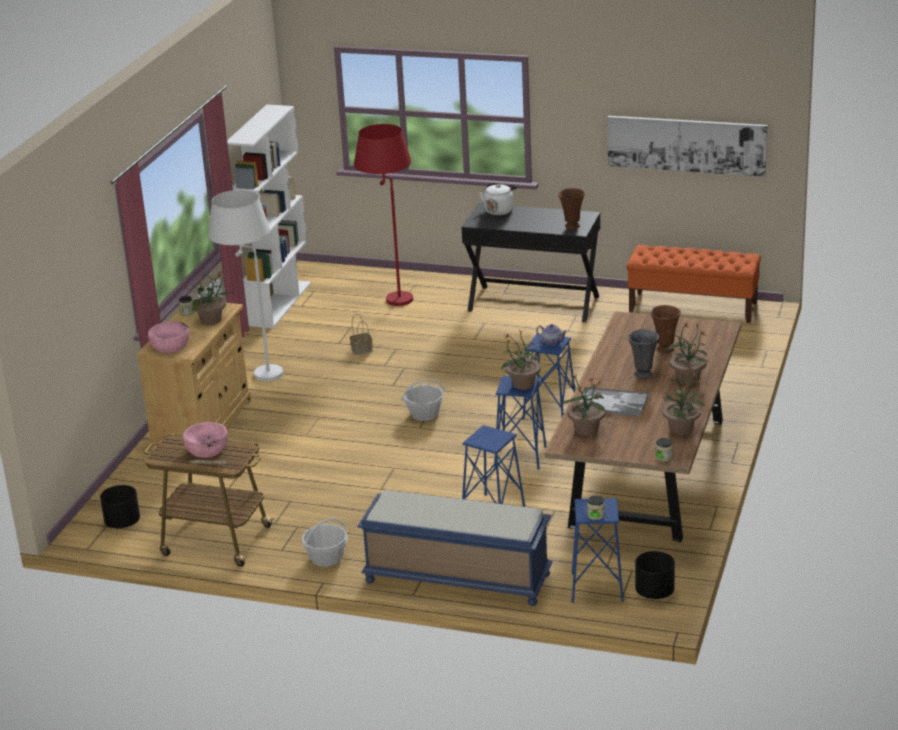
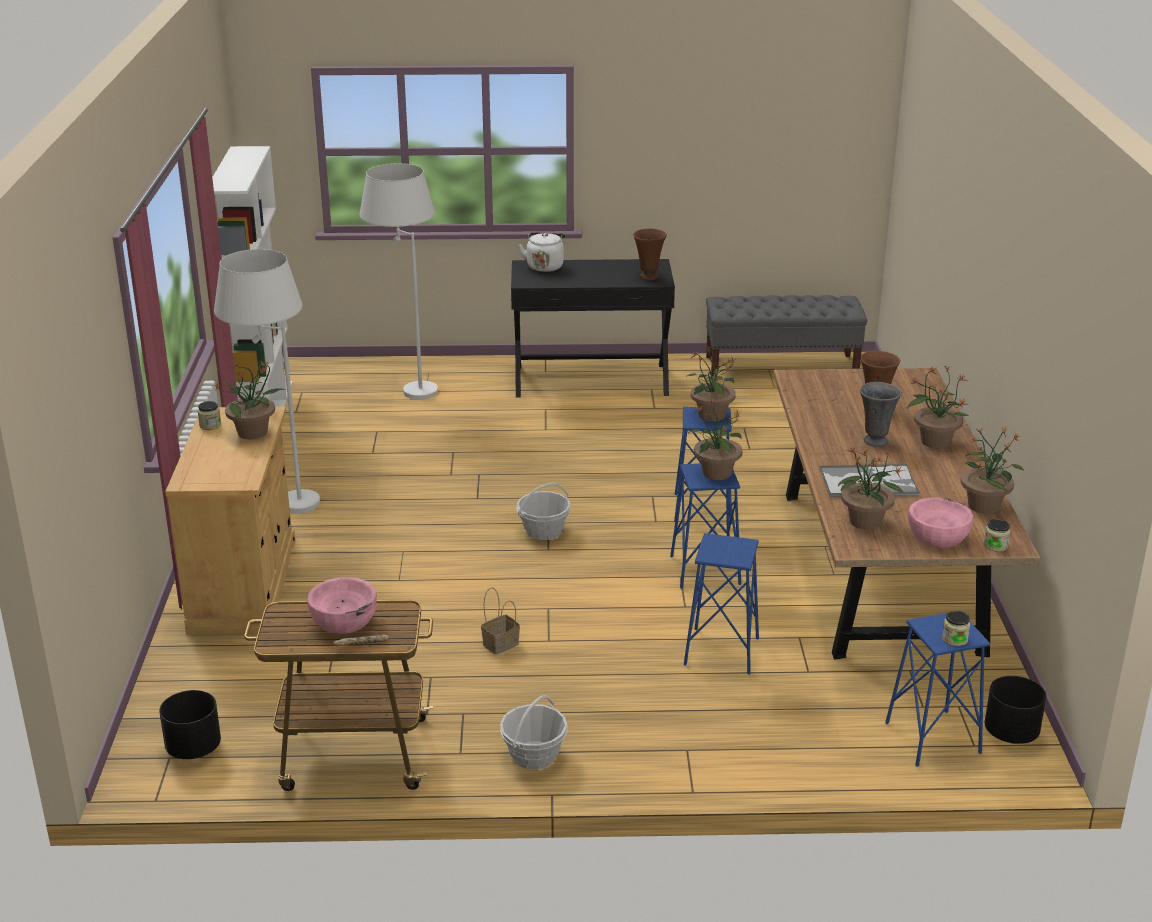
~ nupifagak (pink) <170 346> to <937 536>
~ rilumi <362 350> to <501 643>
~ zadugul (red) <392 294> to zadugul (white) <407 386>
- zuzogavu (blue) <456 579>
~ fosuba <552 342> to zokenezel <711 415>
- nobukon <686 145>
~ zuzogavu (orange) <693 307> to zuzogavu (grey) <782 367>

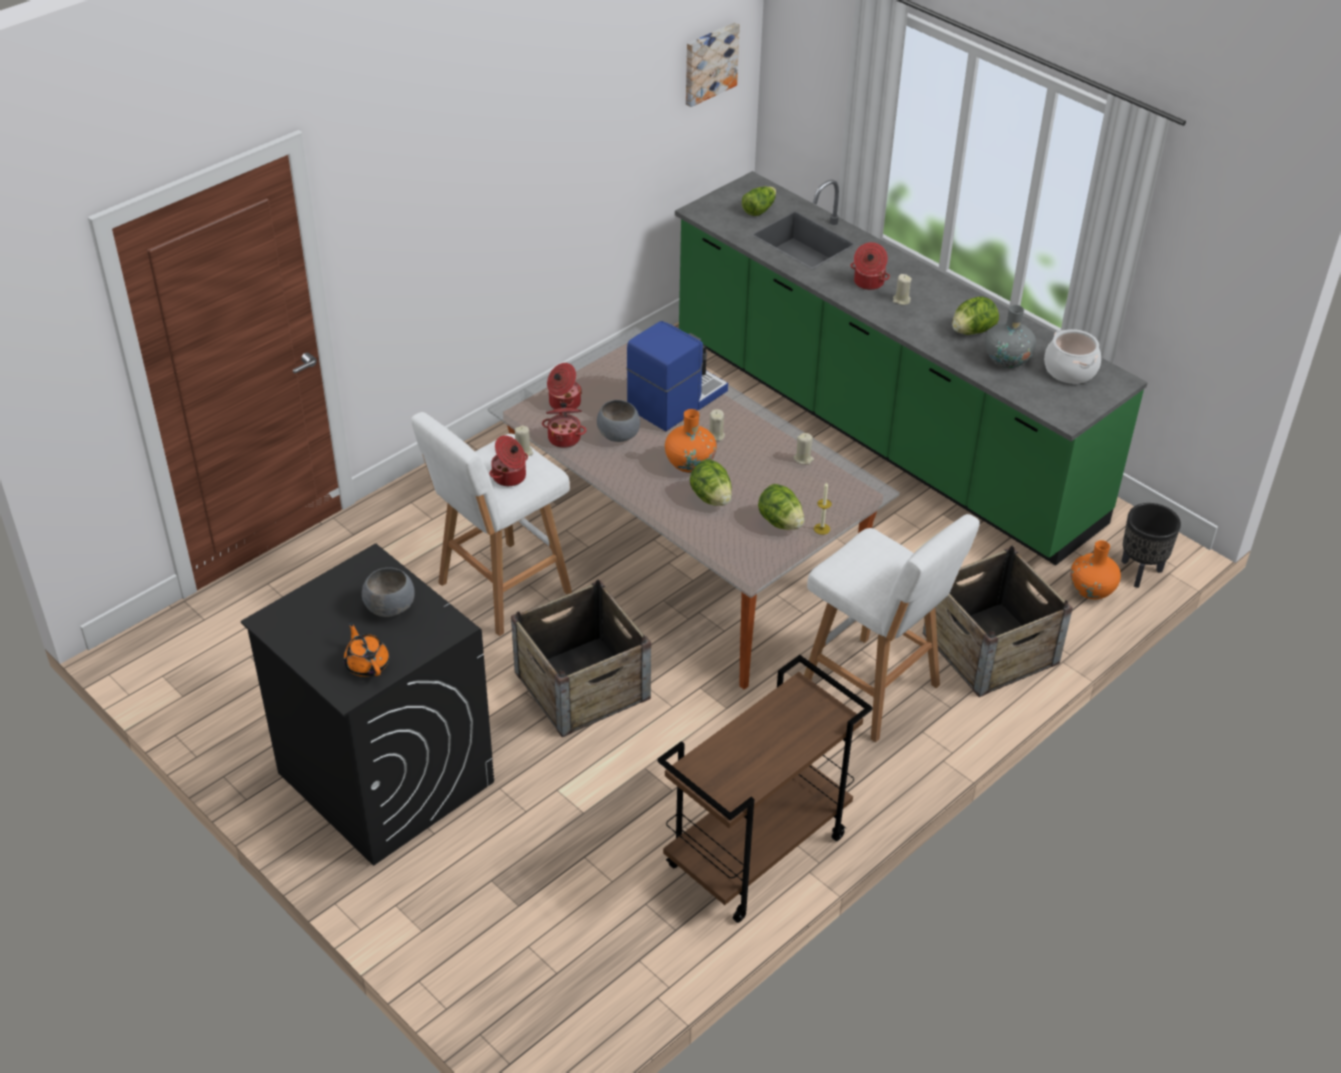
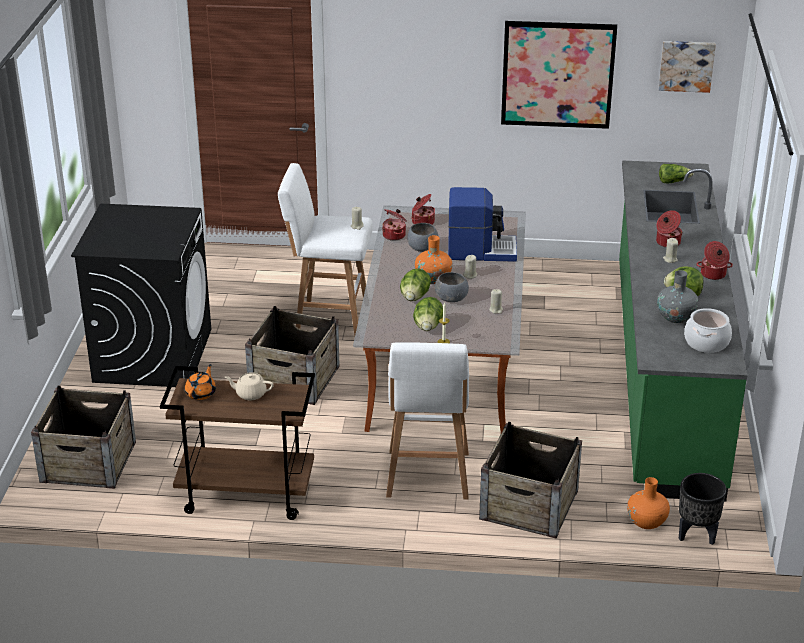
~ fosuba (orange) <367 664> to <201 393>
~ nupifagak (grey) <391 607> to <452 298>
~ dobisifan <510 477> to <713 274>
+ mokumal <88 461>
+ fosuba (beige) <250 394>
+ nobukon <557 74>

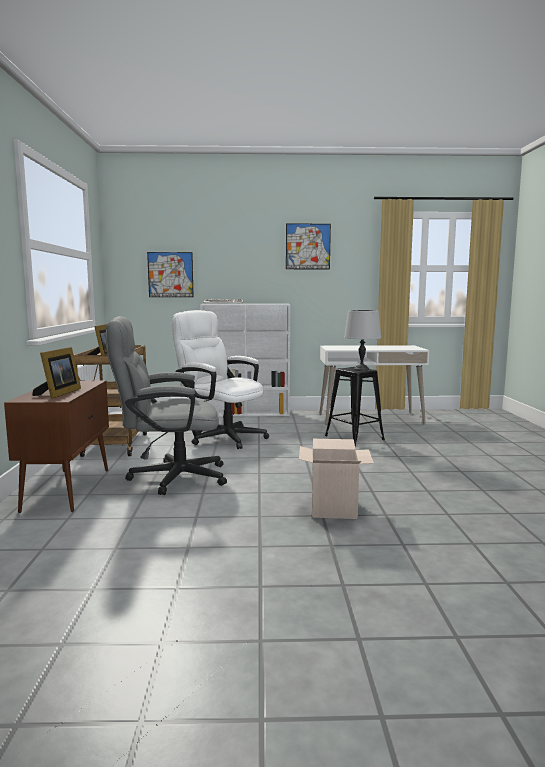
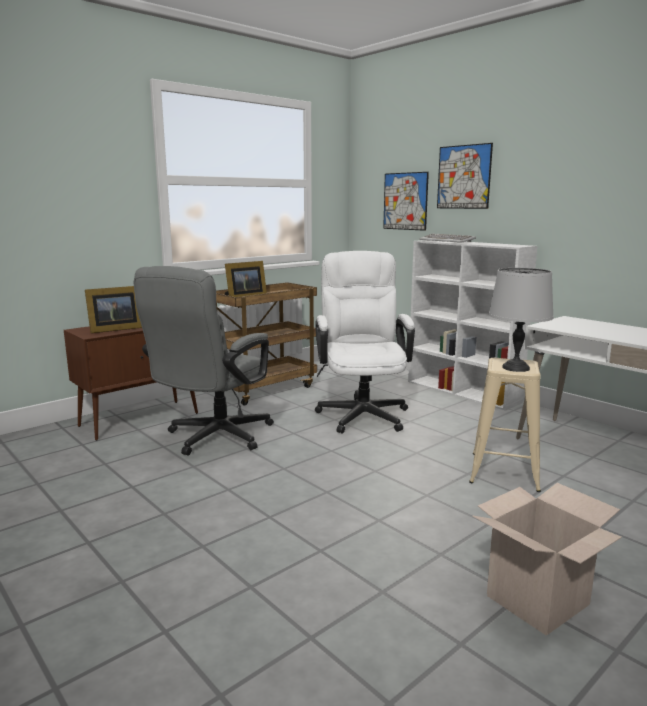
~ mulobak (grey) <168 477> = <213 438> 105 degrees counterclockwise
~ nobukon <308 246> to <463 177>
~ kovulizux <333 508> to <537 600>
~ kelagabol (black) <354 438> to kelagabol (beige) <504 471>

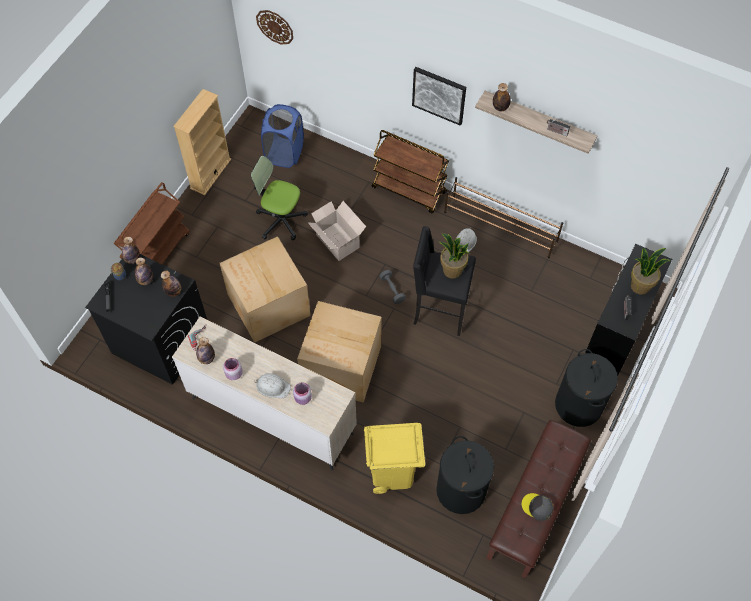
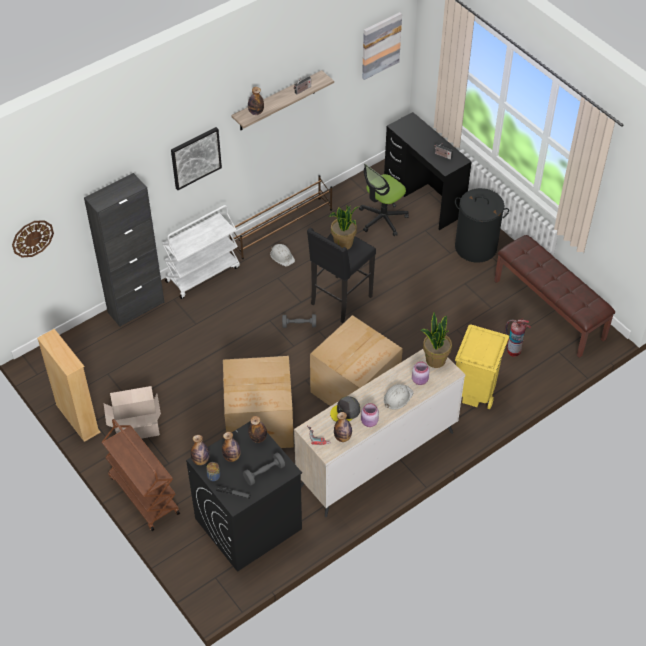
~ mulobak <281 220> to <382 219>
- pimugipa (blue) <284 153>
~ kovulizux <337 240> to <135 427>
~ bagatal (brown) <409 190> to bagatal (white) <203 273>
~ pimugipa (black) <461 490> to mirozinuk <513 350>
~ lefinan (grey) <537 507> to <345 411>
~ zokenezel <640 285> to <435 360>
+ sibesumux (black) <136 307>
+ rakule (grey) <264 473>
+ nobukon <380 45>

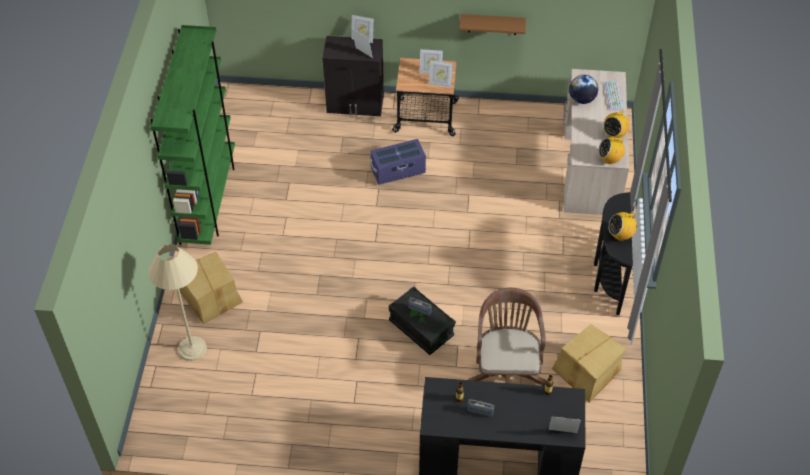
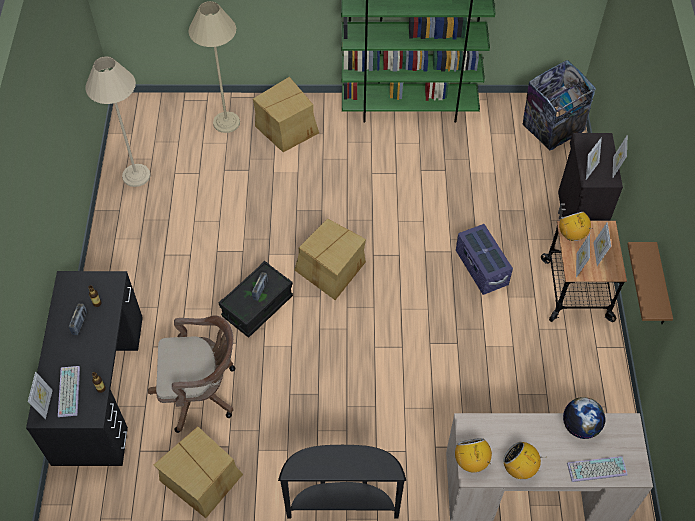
~ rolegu <620 235> to <572 235>
+ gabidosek <68 391>
+ zadugul (beige) <136 175>
+ kovulizux <330 269>
+ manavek <551 129>

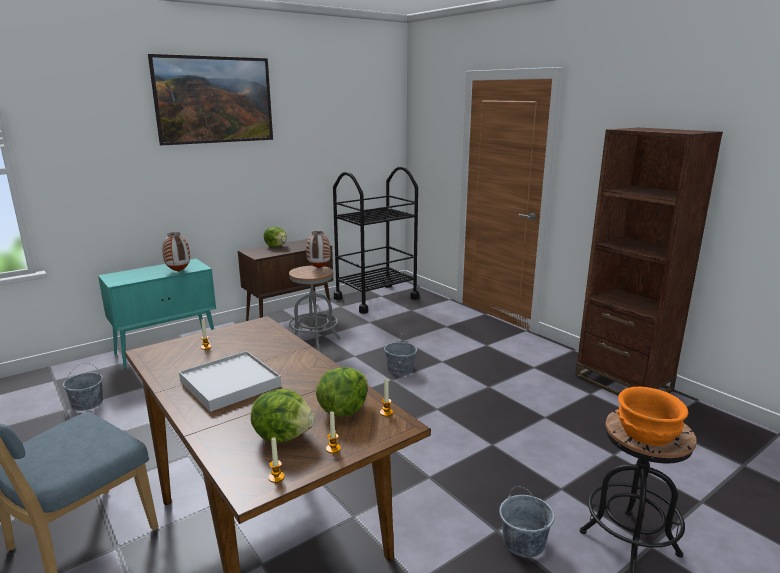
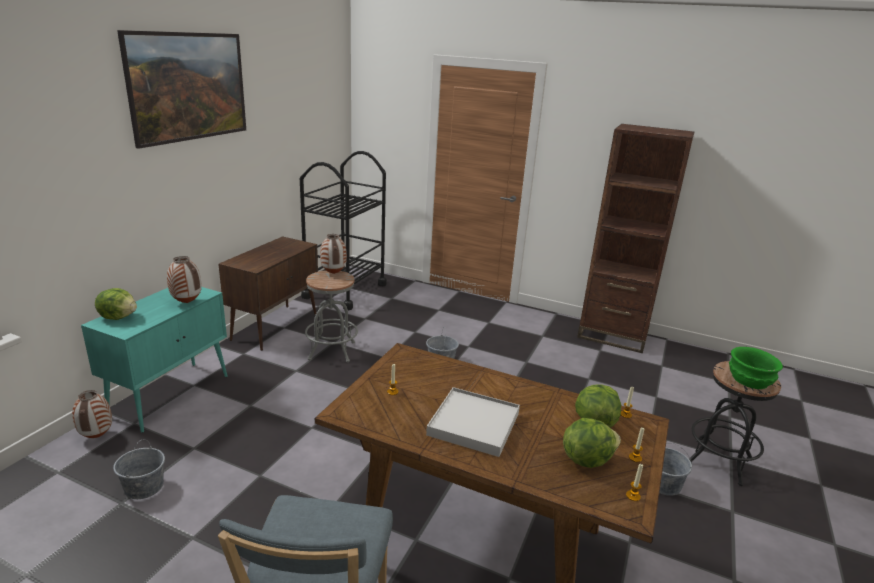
~ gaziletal <276 246> to <119 317>
~ nupifagak (orange) <647 433> to nupifagak (green) <749 380>
+ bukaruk <97 436>

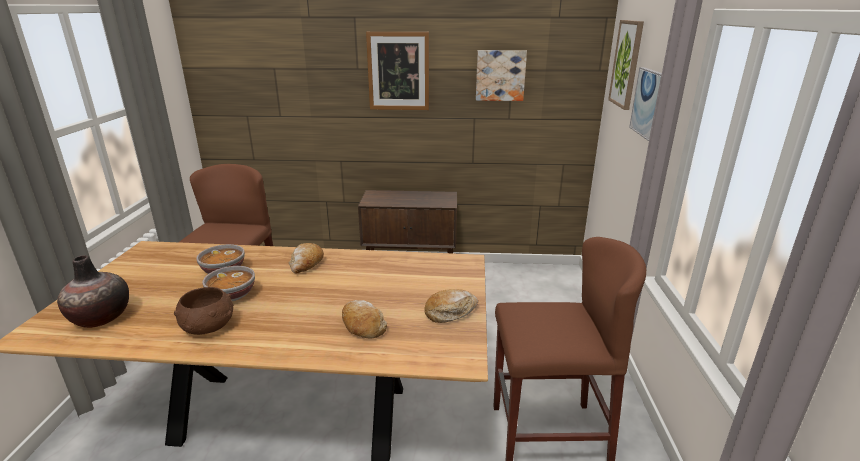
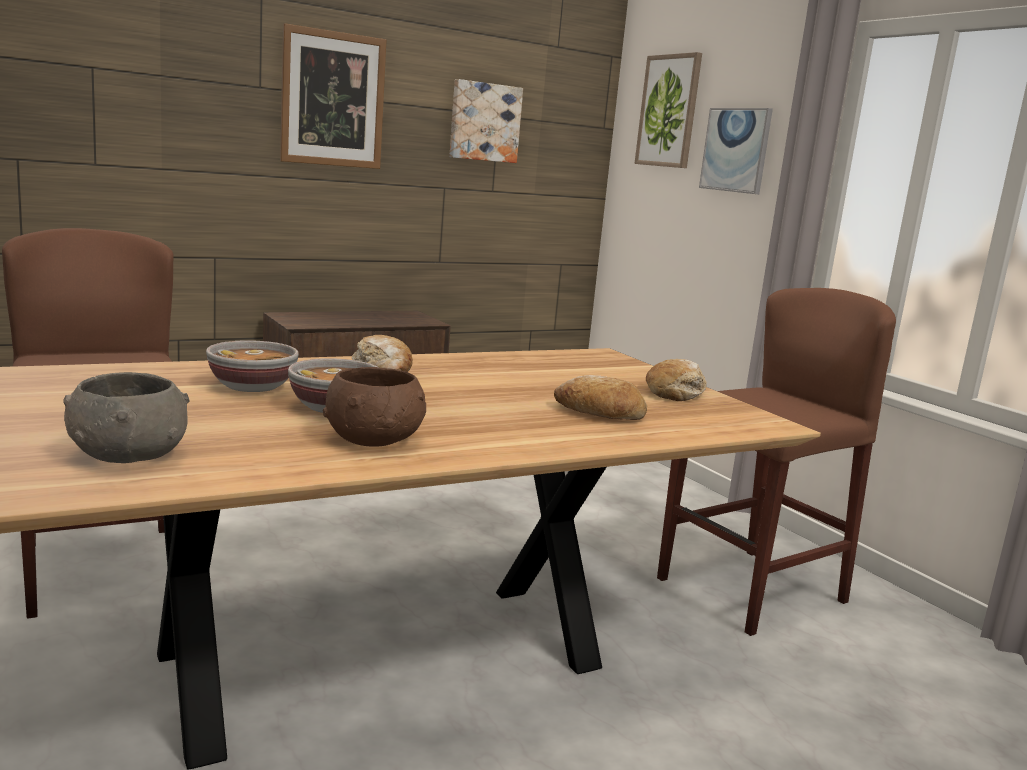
~ bukaruk <101 317> to nupifagak (grey) <128 455>

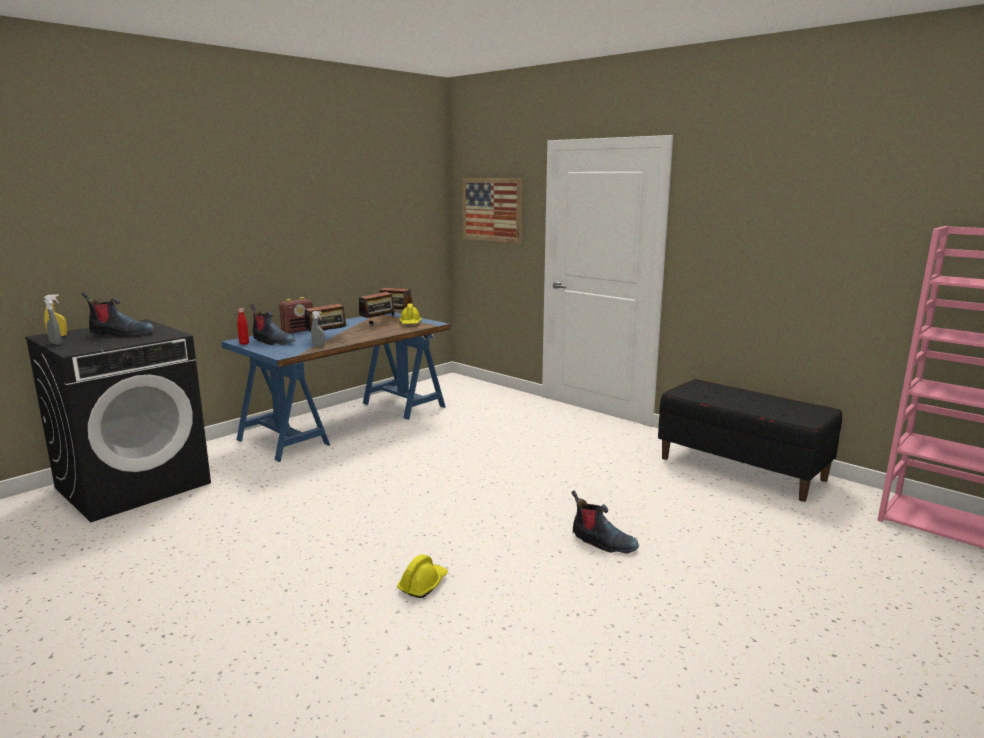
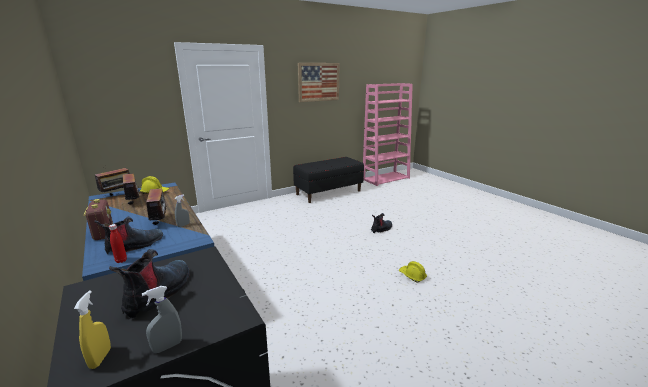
~ nobukon <491 209> to <319 82>

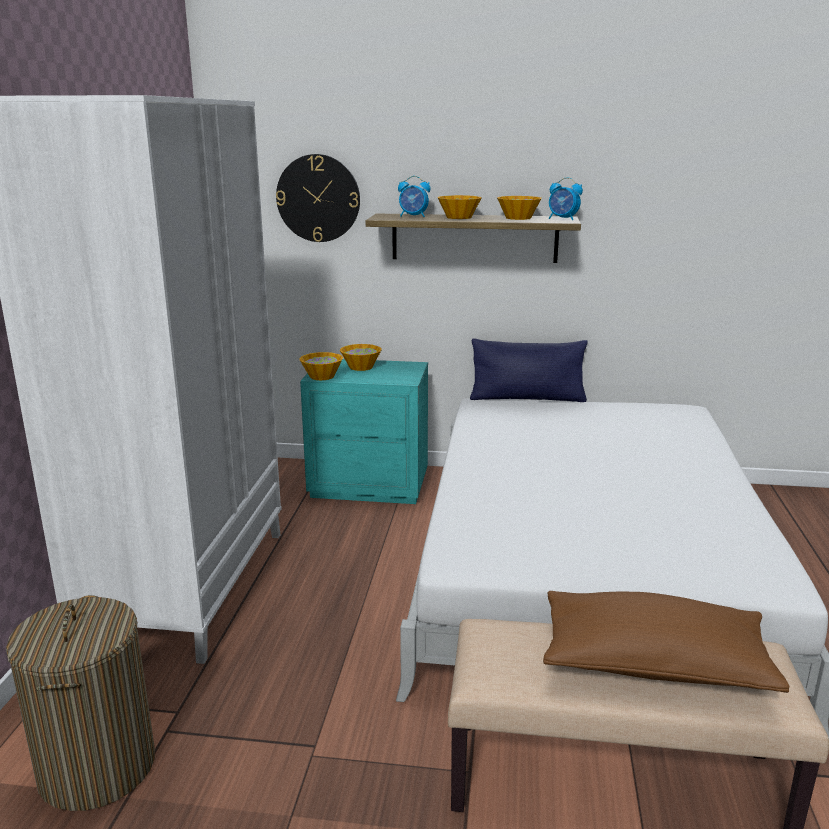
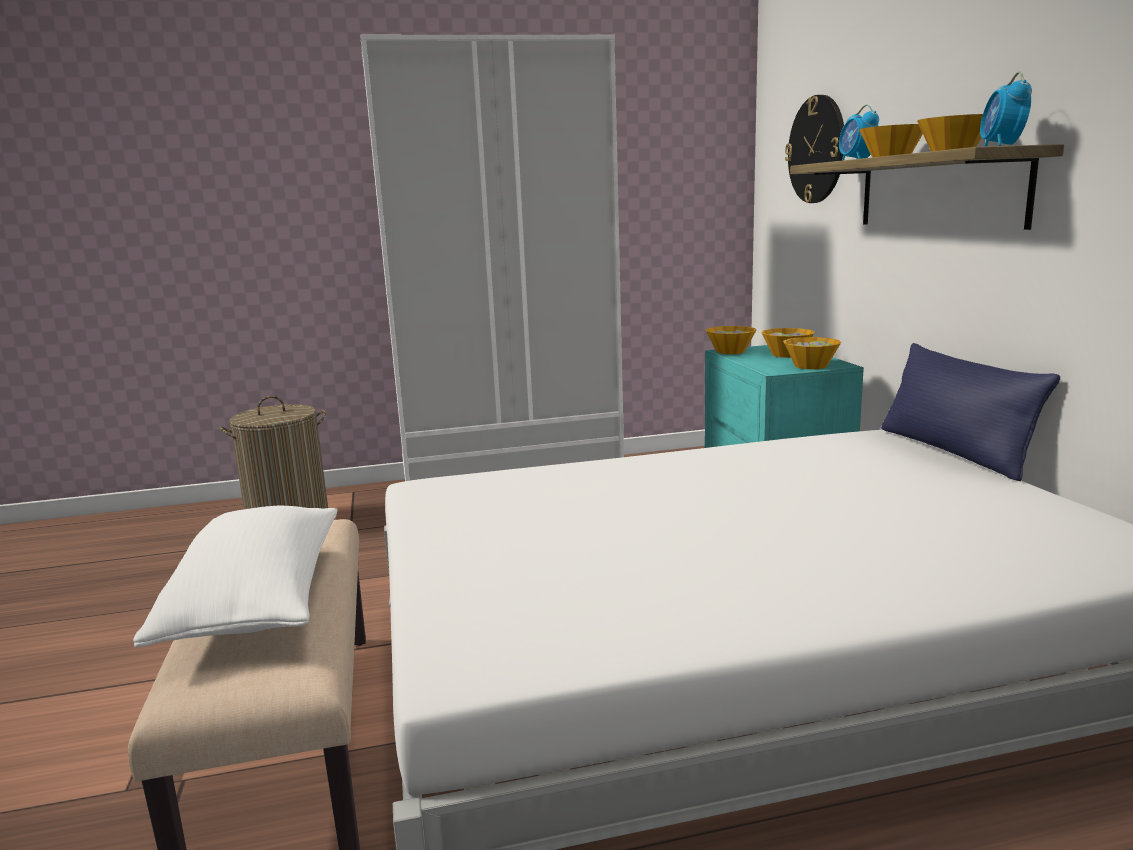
~ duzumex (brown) <653 664> to duzumex (white) <258 602>
+ nupifagak <810 366>

